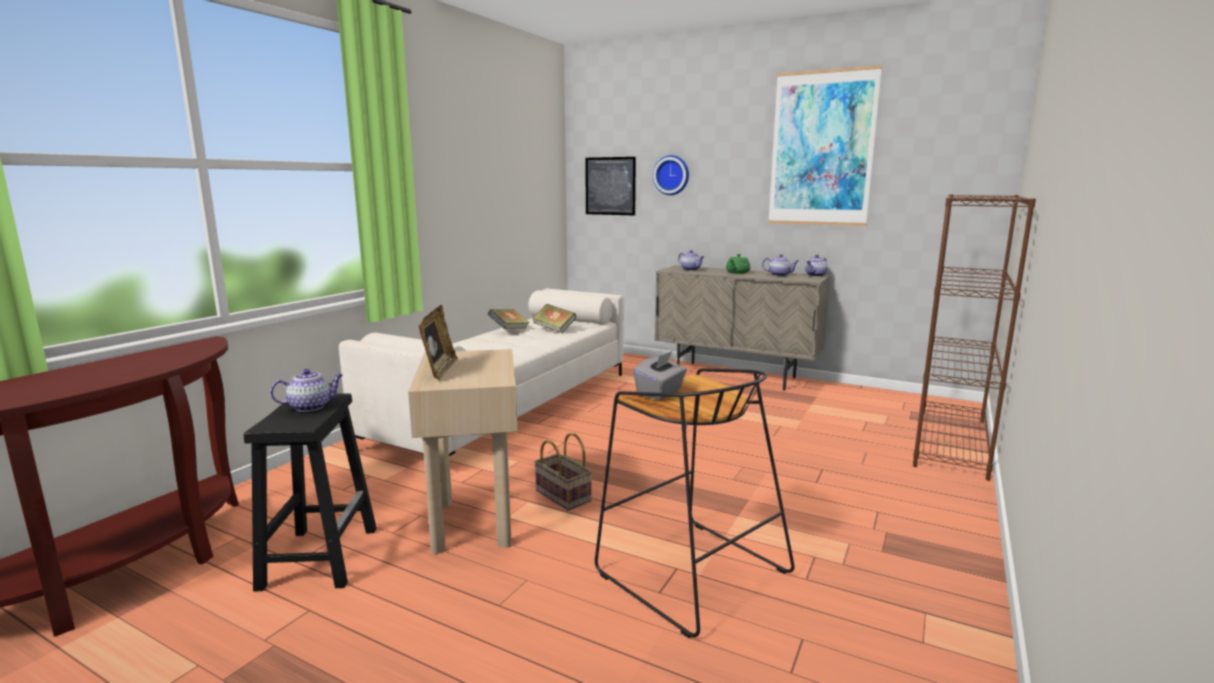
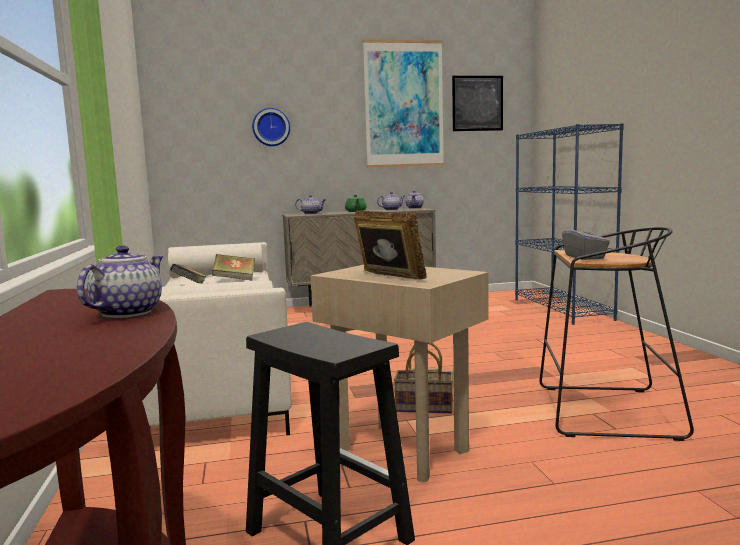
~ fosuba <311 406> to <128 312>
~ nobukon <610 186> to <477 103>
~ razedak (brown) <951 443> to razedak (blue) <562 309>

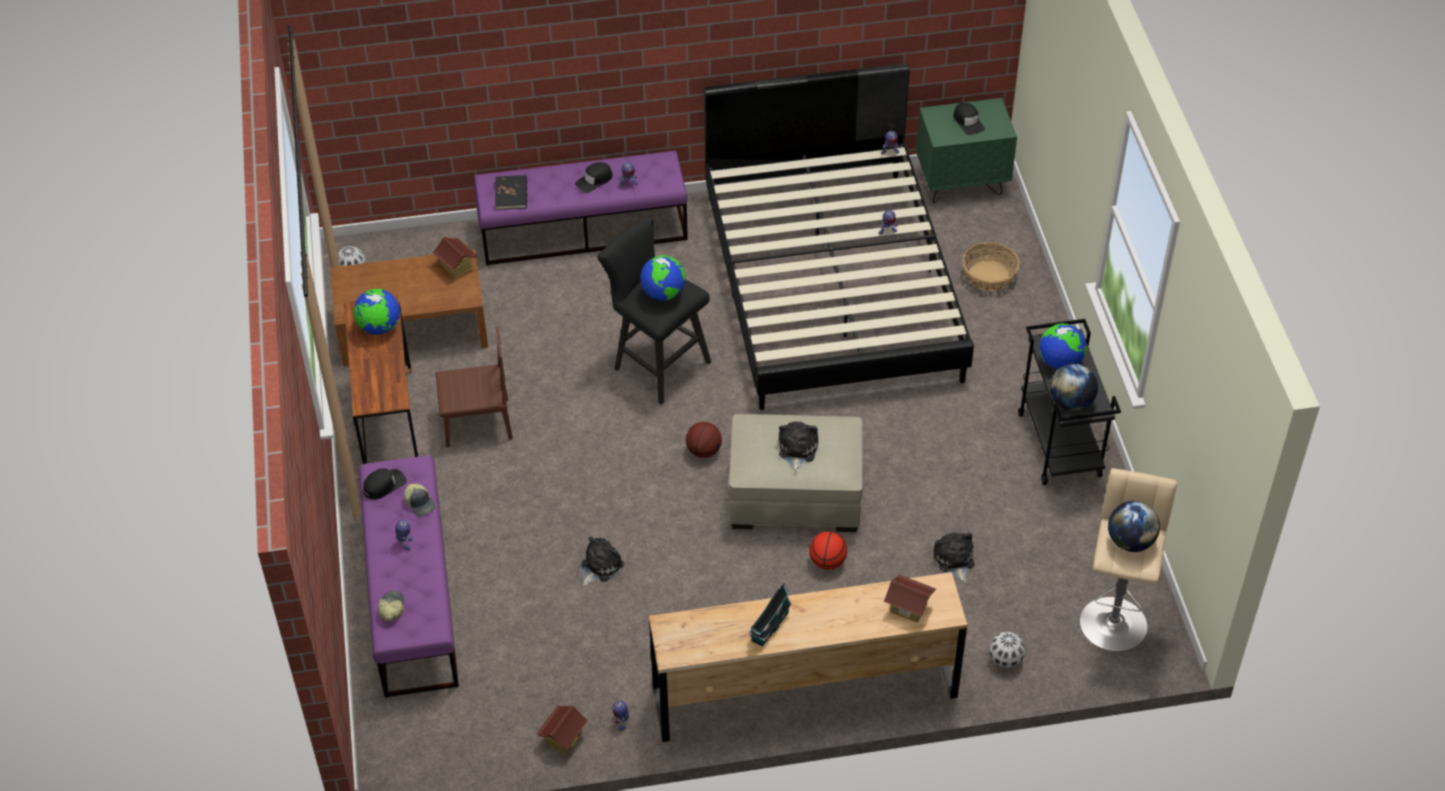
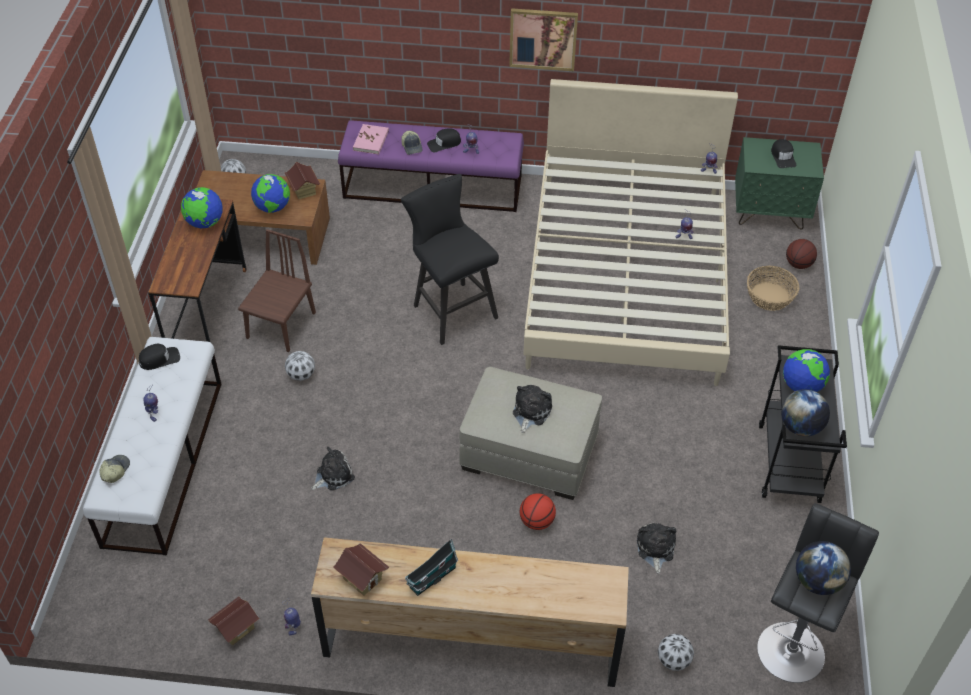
~ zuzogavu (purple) <412 595> to zuzogavu (white) <164 461>
~ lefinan <420 503> to <412 146>
~ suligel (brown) <477 423> = <281 325> 75 degrees counterclockwise
~ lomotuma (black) <511 194> to lomotuma (pink) <371 141>
~ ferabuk <663 294> to <273 207>
~ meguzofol <703 451> to <798 264>
~ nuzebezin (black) <832 285> to nuzebezin (beige) <627 275>
~ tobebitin <908 607> to <362 578>
~ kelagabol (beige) <1113 619> to kelagabol (black) <792 647>
+ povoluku <301 375>
+ nobukon <543 38>

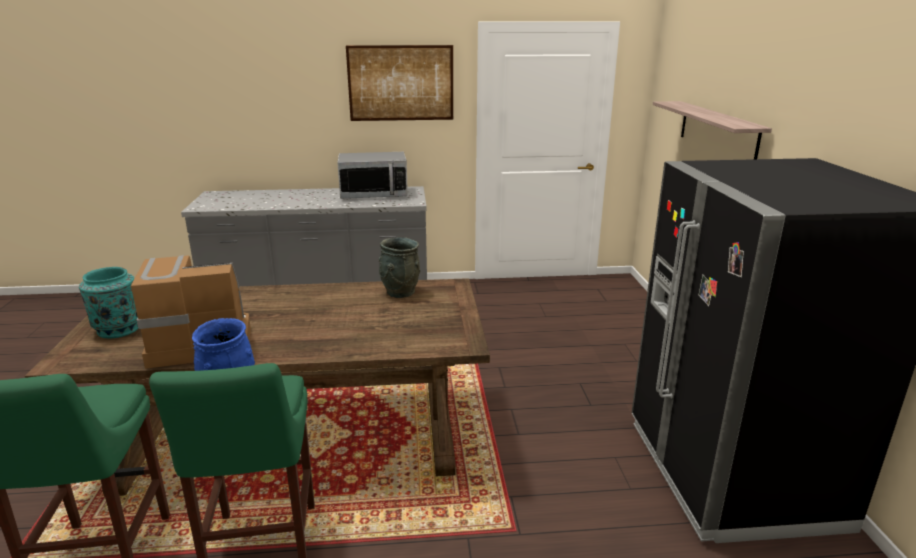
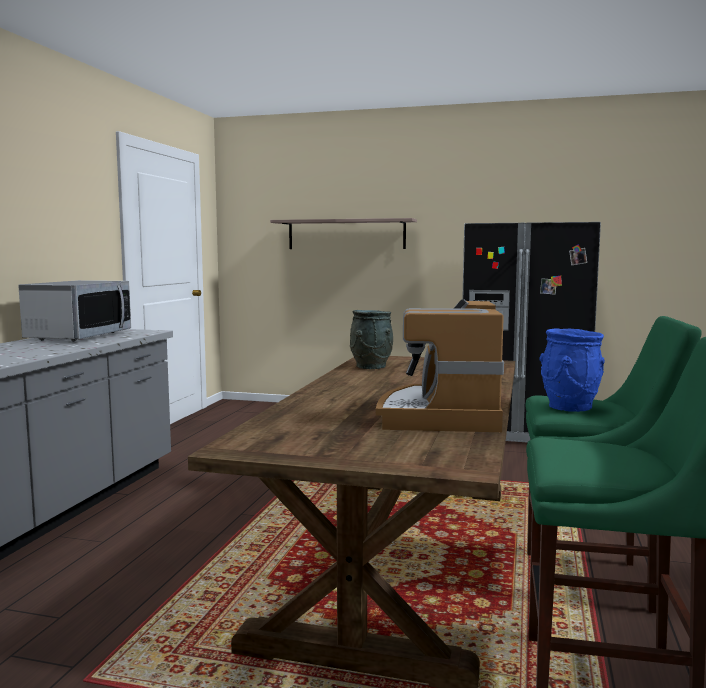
- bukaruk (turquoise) <118 329>
- nobukon <401 83>

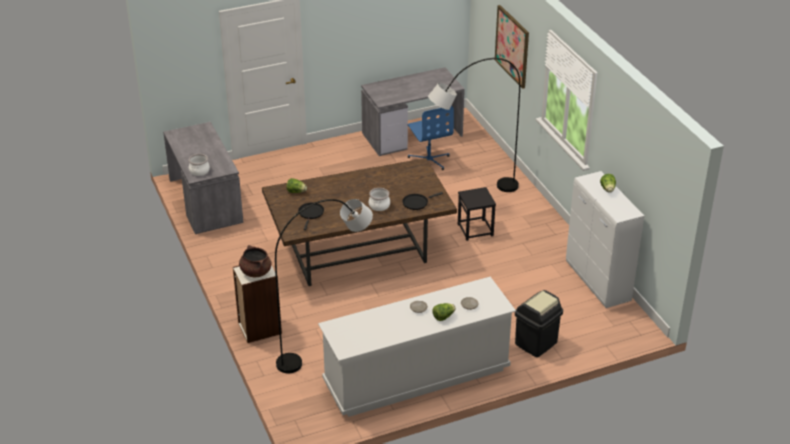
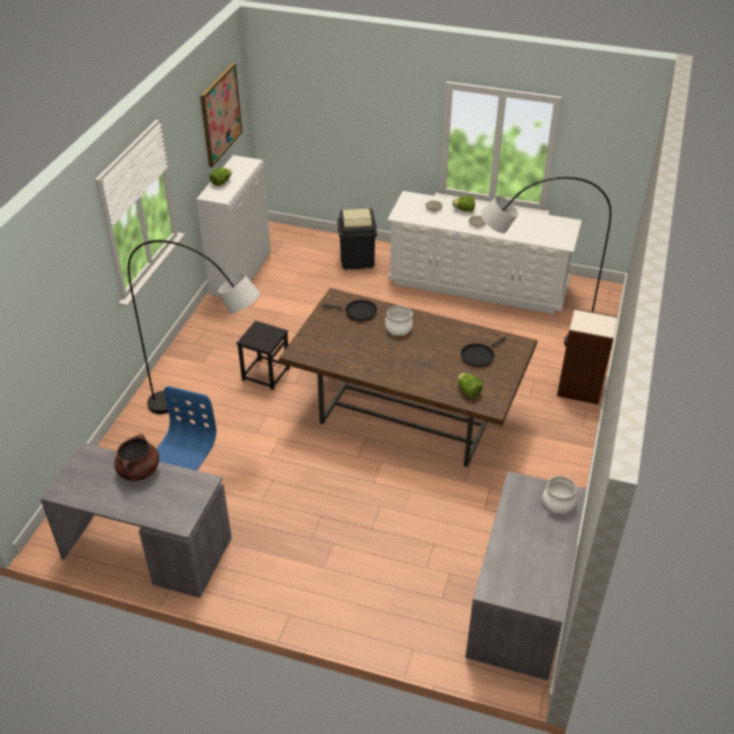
~ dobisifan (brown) <255 272> to <139 471>
~ nobukon <512 46> to <220 114>

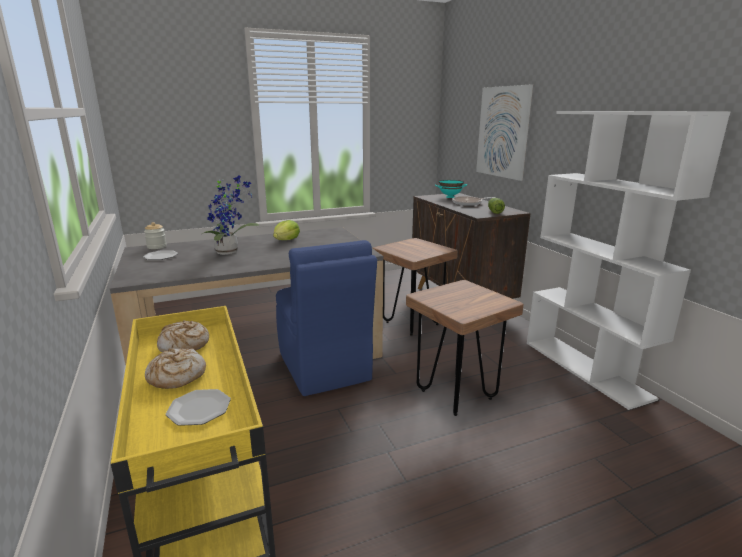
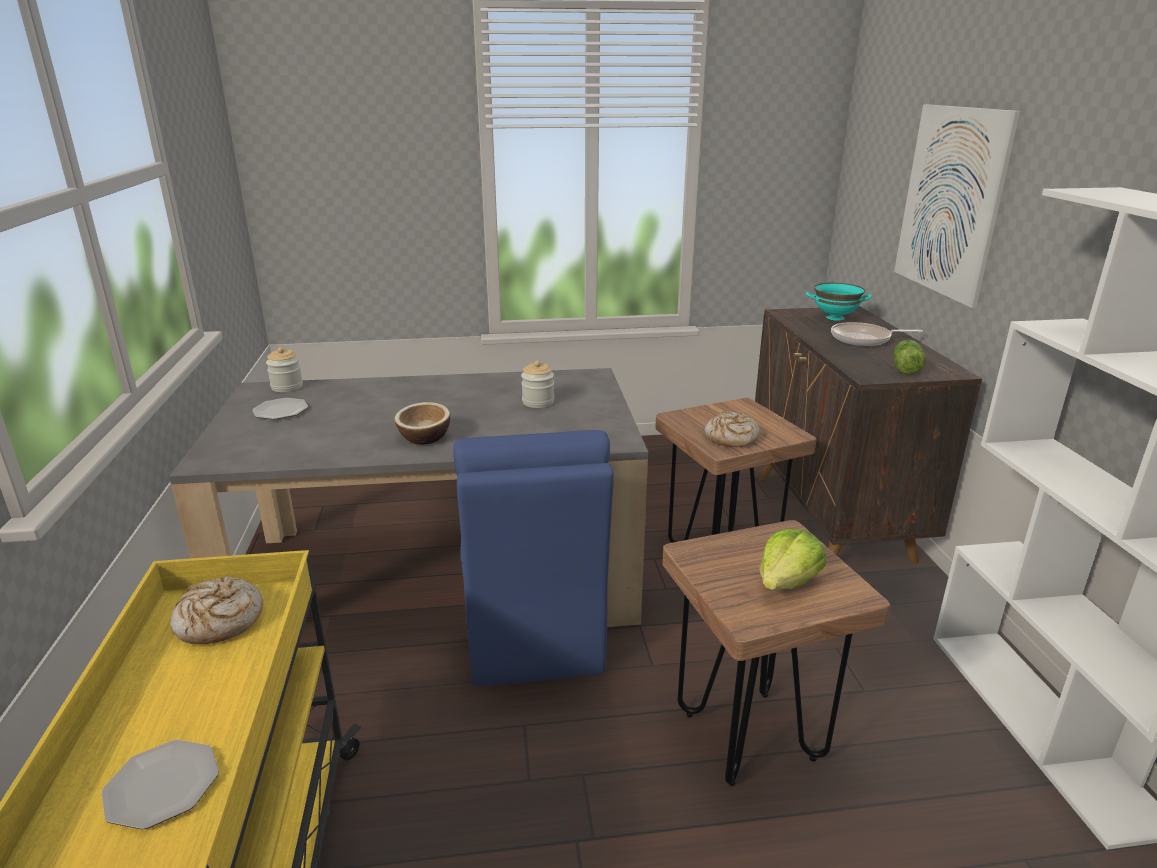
~ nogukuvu <176 376> to <731 438>
- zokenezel <230 251>
~ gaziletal <286 240> to <787 582>
+ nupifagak <424 437>
+ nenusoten <538 402>

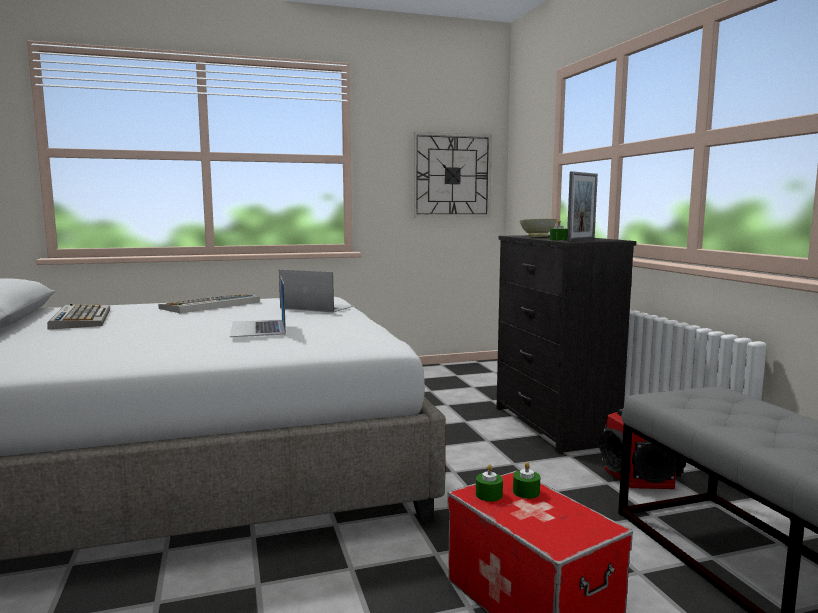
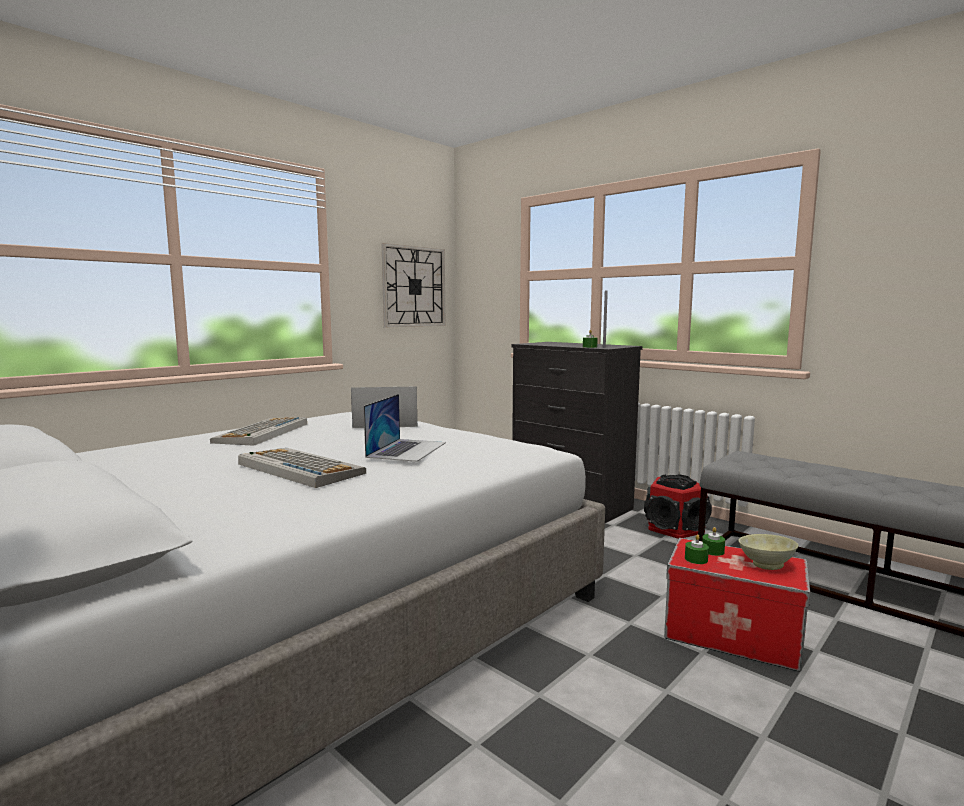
~ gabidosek <81 318> to <298 468>
~ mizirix <258 328> = <407 449> 120 degrees counterclockwise
~ nupifagak (beige) <538 237> to <765 565>

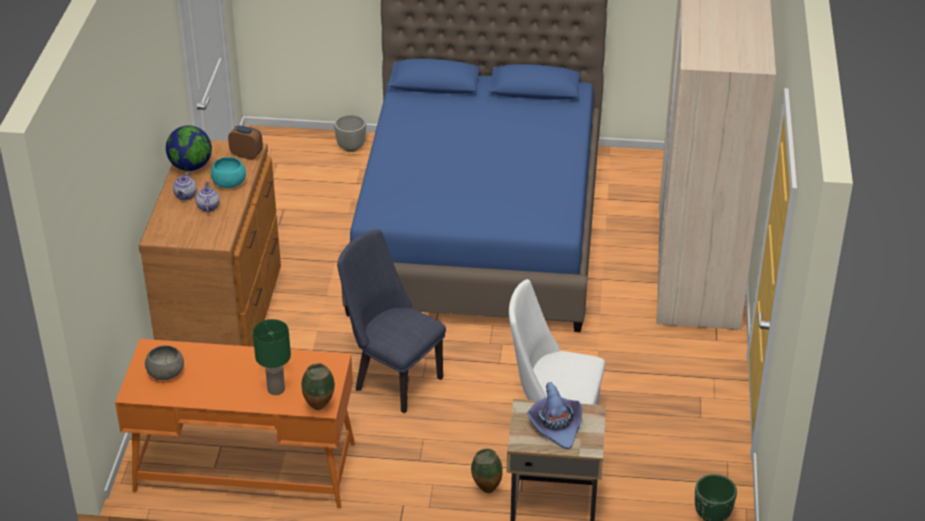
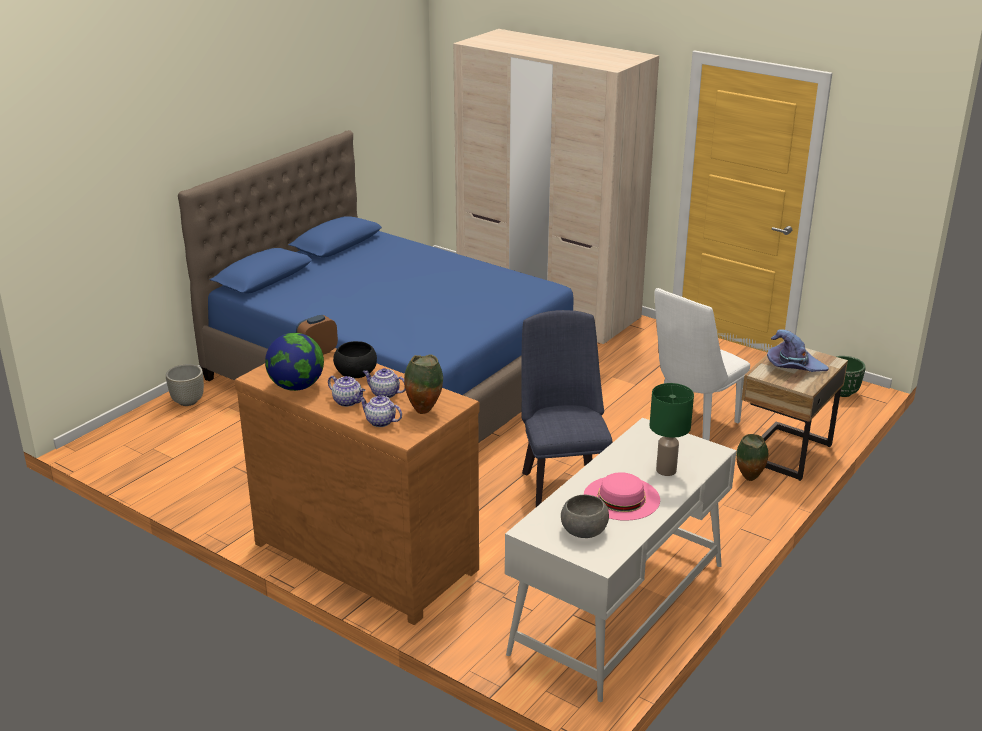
~ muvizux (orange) <245 466> to muvizux (white) <618 607>
~ nupifagak (turquoise) <228 183> to nupifagak (black) <356 373>
~ bukaruk <319 407> to <424 411>
~ suligel (blue) <393 380> = <561 482> 105 degrees clockwise
+ fosuba <380 422>
+ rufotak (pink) <621 498>

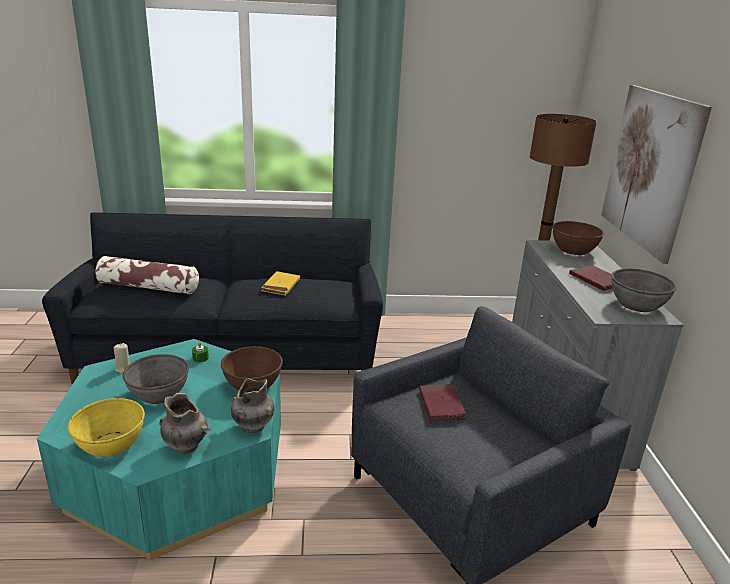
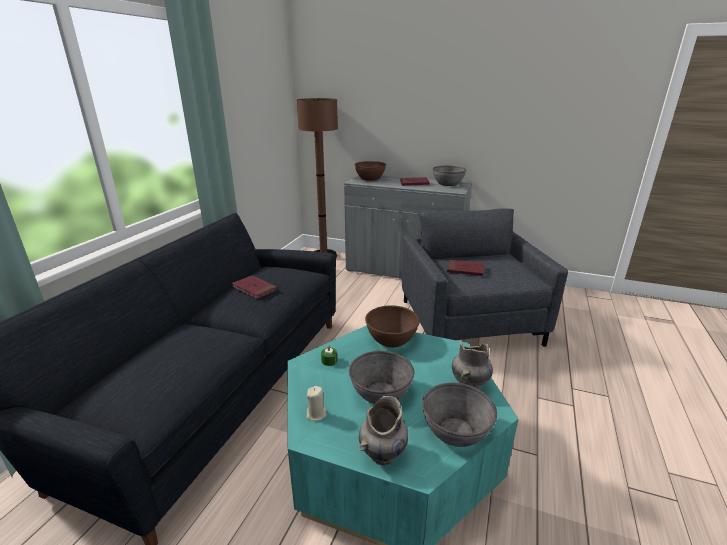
~ nupifagak (yellow) <110 444> to nupifagak (grey) <455 431>
- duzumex <148 287>
~ bukaruk (grey) <252 426> to <382 455>
~ lomotuma (yellow) <281 285> to lomotuma (red) <254 289>
- nobukon <650 169>

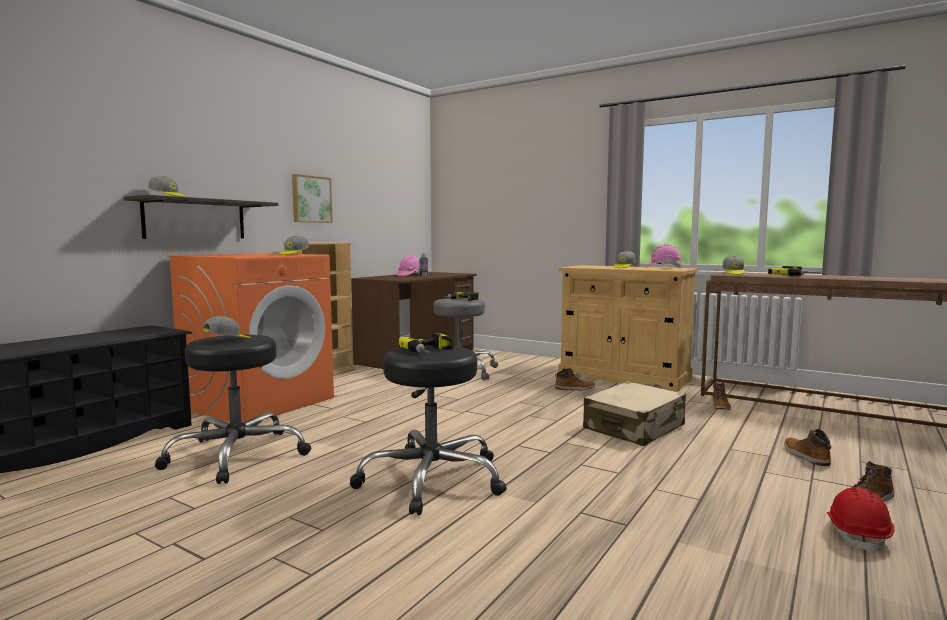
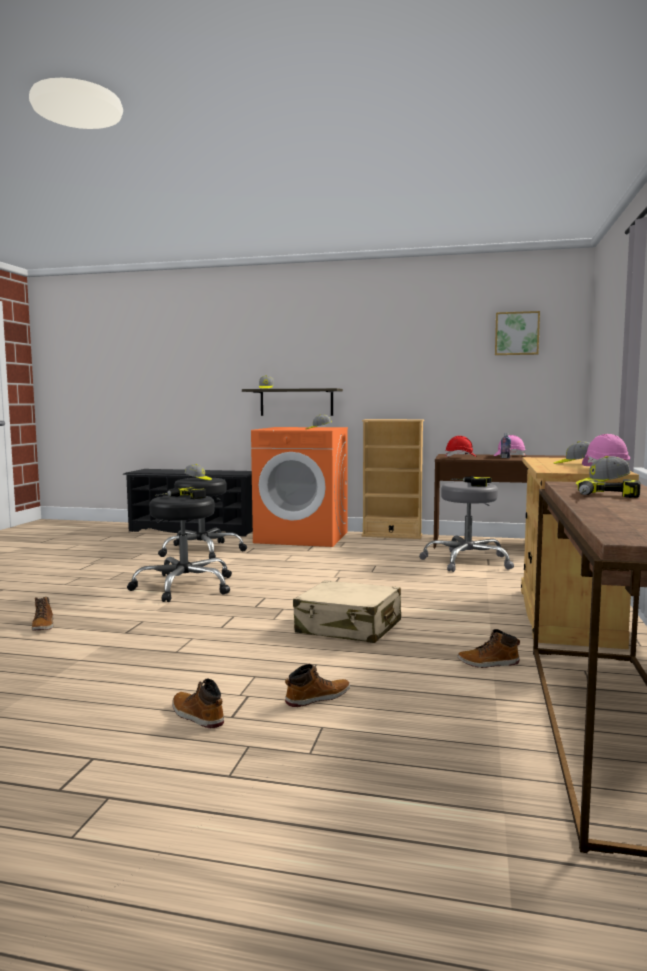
~ nobukon <311 199> to <516 333>
~ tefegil <574 389> to <43 626>
~ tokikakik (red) <858 535> to <460 457>

